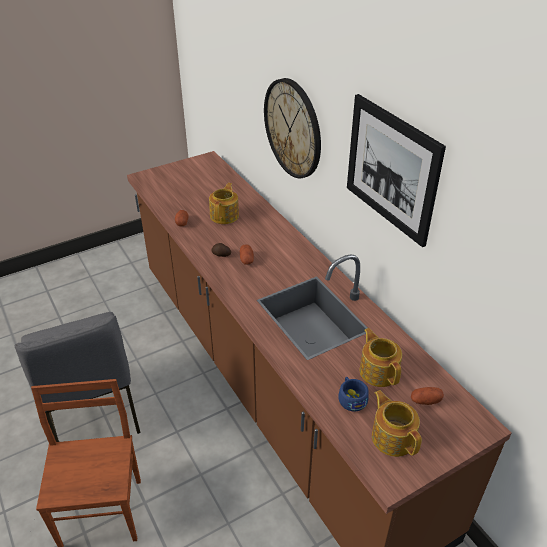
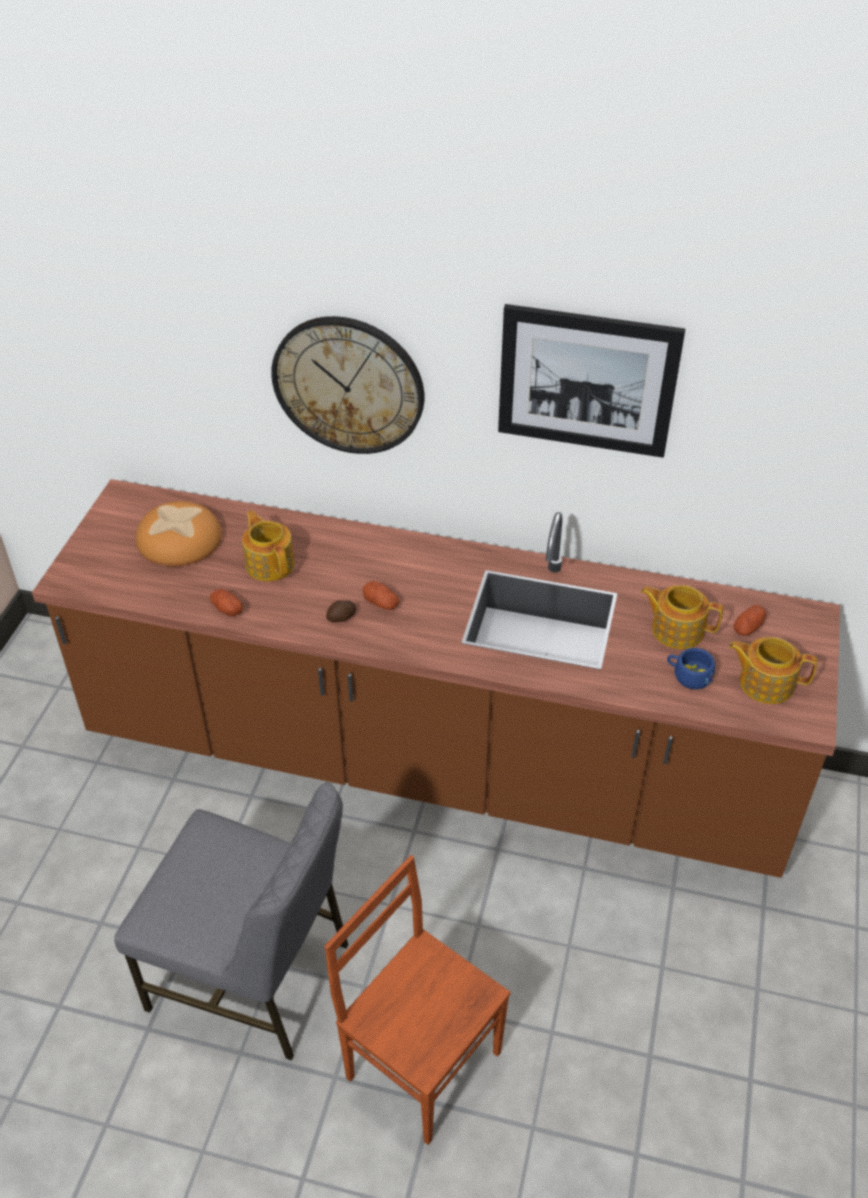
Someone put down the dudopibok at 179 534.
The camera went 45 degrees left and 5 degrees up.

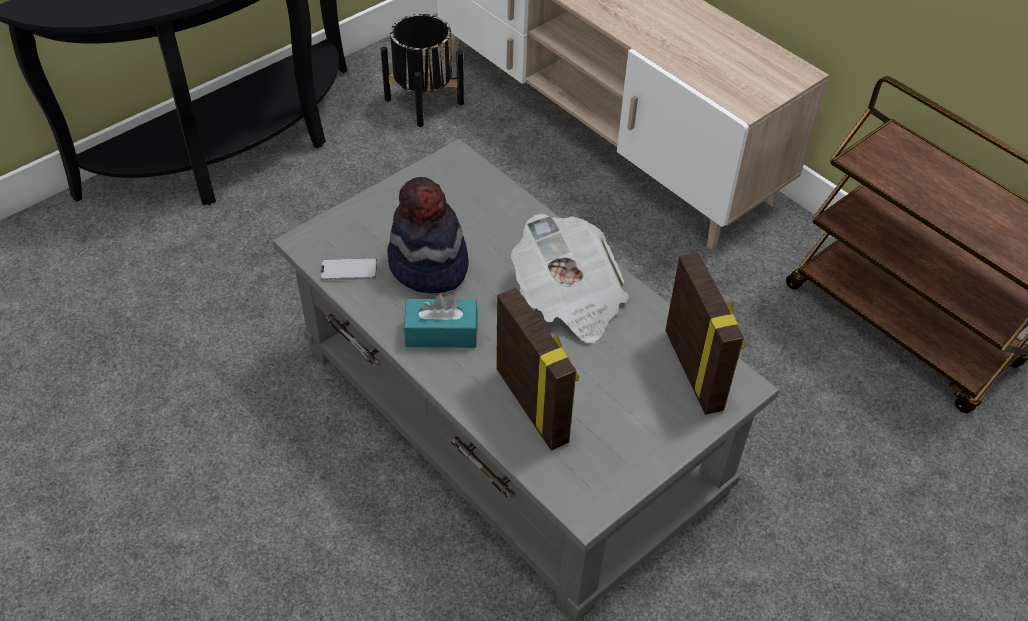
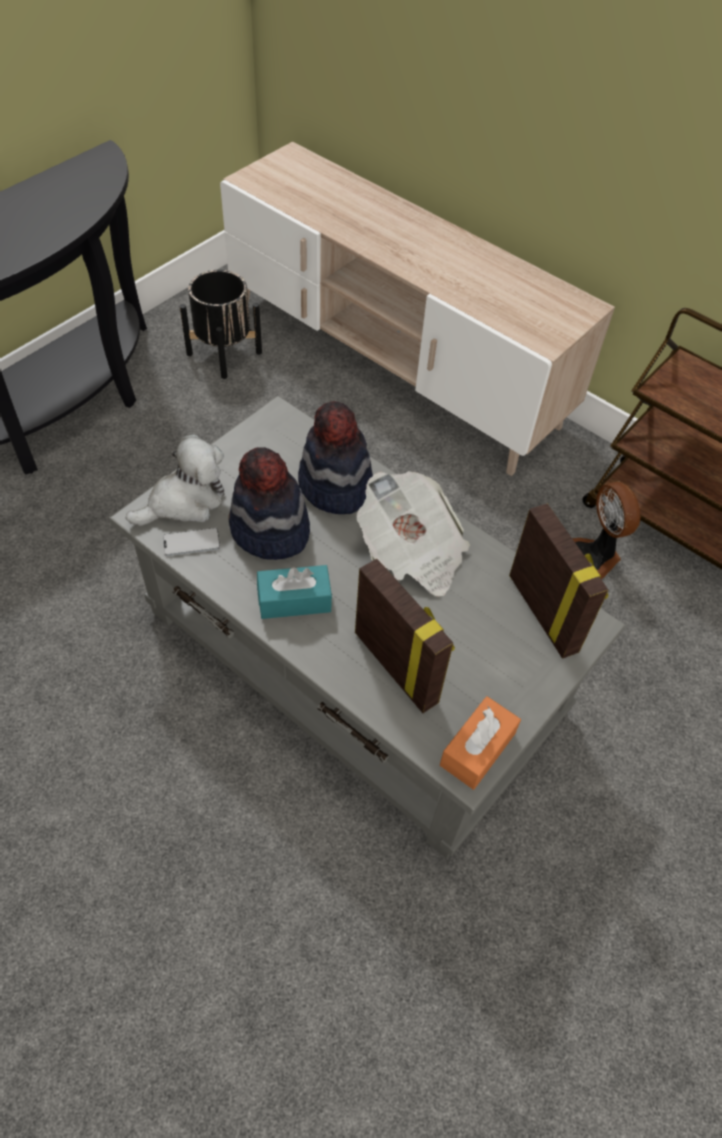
Someone put down the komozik at 175 480.
Someone put down the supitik at 335 457.
Someone put down the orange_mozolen at 480 743.
Someone put down the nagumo at 606 530.
The camera went 10 degrees left and 5 degrees up.

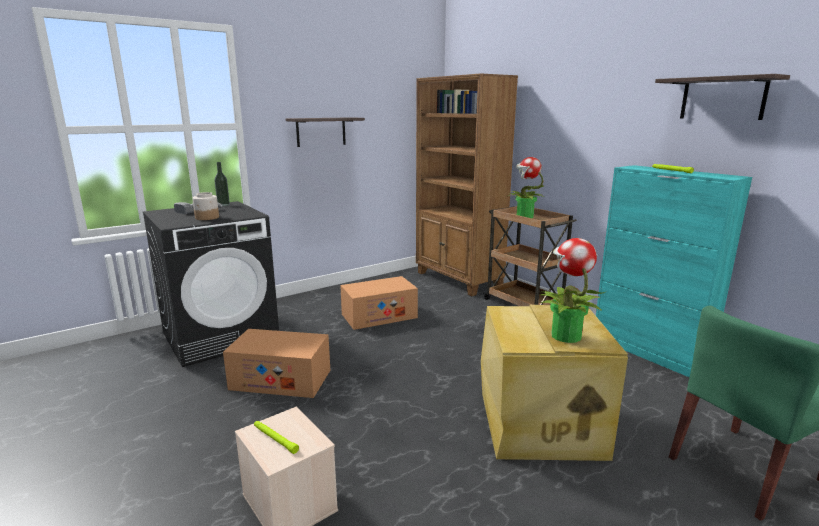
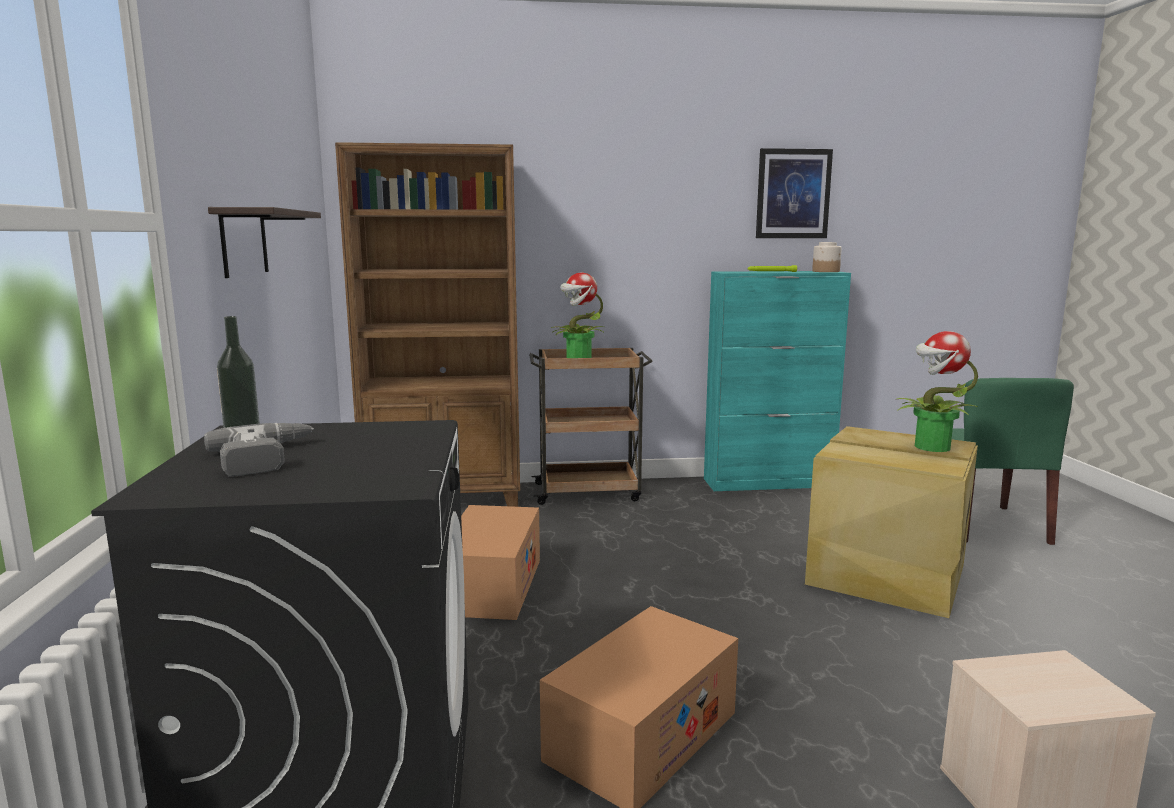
Someone swapped the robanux at 722 97 for the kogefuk at 794 193.
Someone carried the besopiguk from 205 206 to 827 257.
Someone took away the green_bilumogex at 276 437.
The camera went 60 degrees left and 5 degrees down.

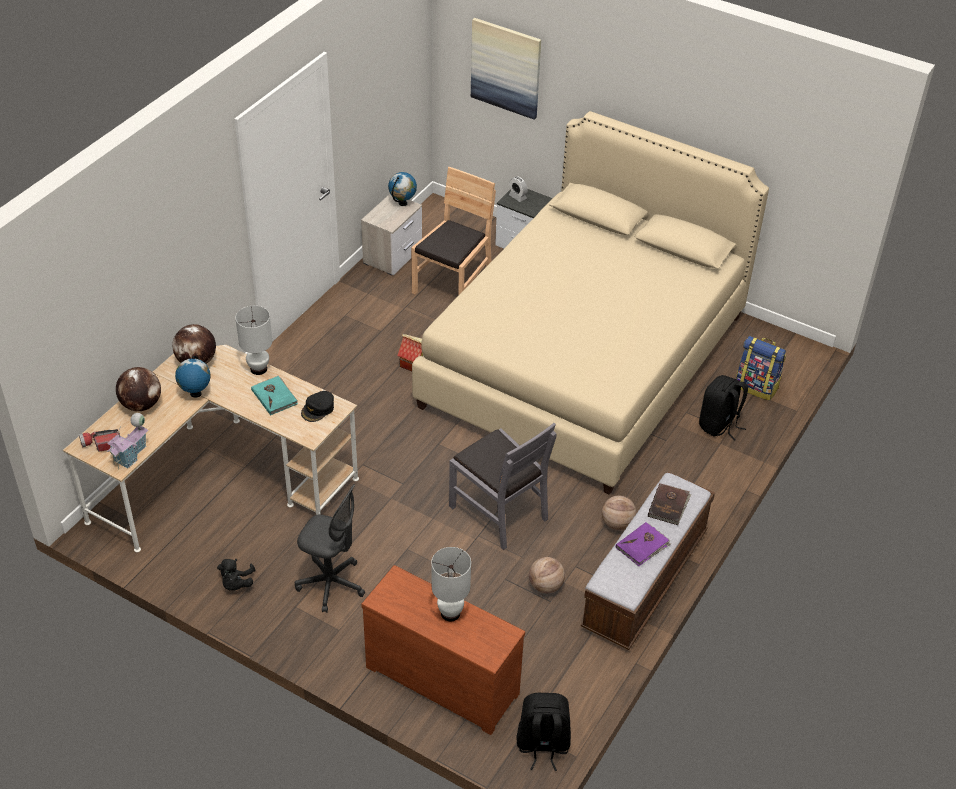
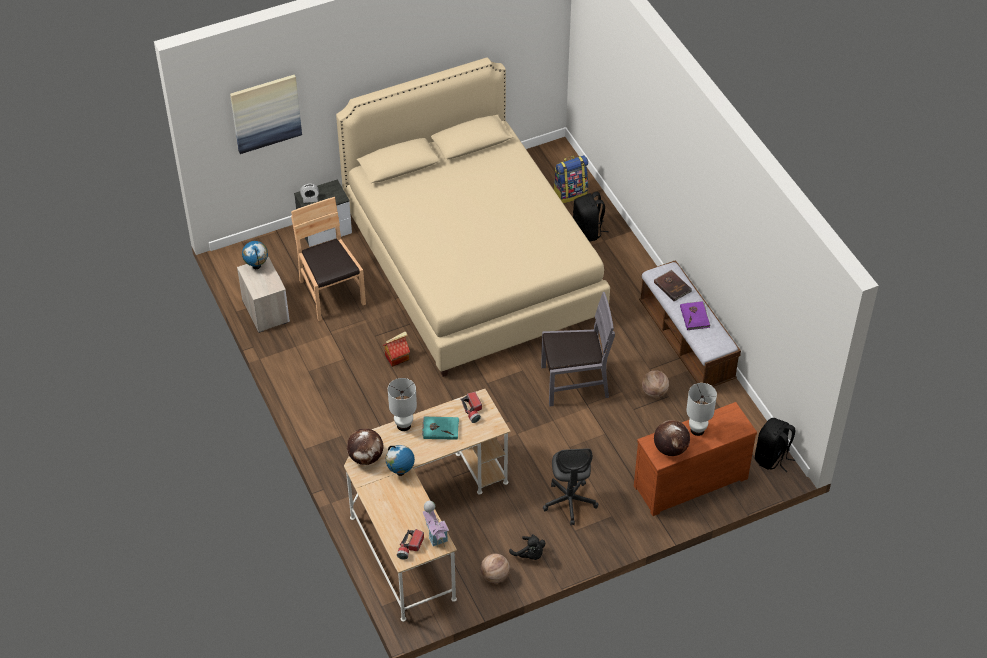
Someone swapped the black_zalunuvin at 317 406 for the bilumogex at 471 407.
Someone carried the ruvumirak from 619 513 to 495 568.
Someone rotated the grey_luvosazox at 330 548 by 120 degrees clockwise.
Someone carried the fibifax from 138 389 to 672 438.
The camera went 55 degrees left and 5 degrees up.

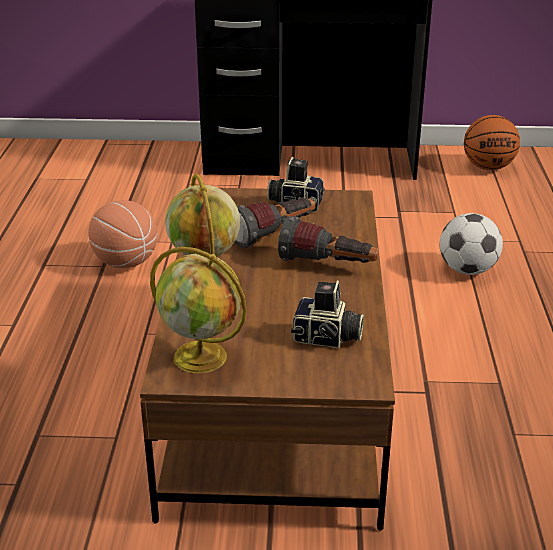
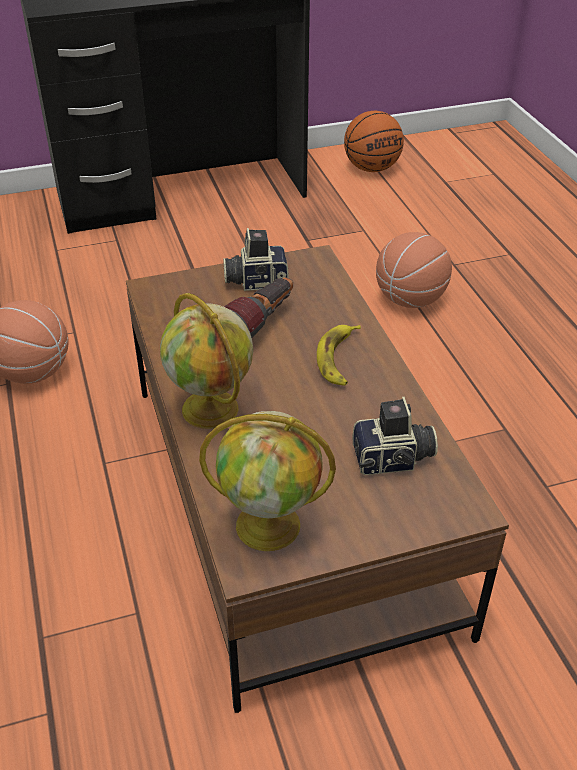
Someone swapped the bilumogex at 328 239 for the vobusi at 339 355.
Someone swapped the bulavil at 471 244 for the ruvumirak at 414 270.
The camera went 20 degrees left and 10 degrees up.

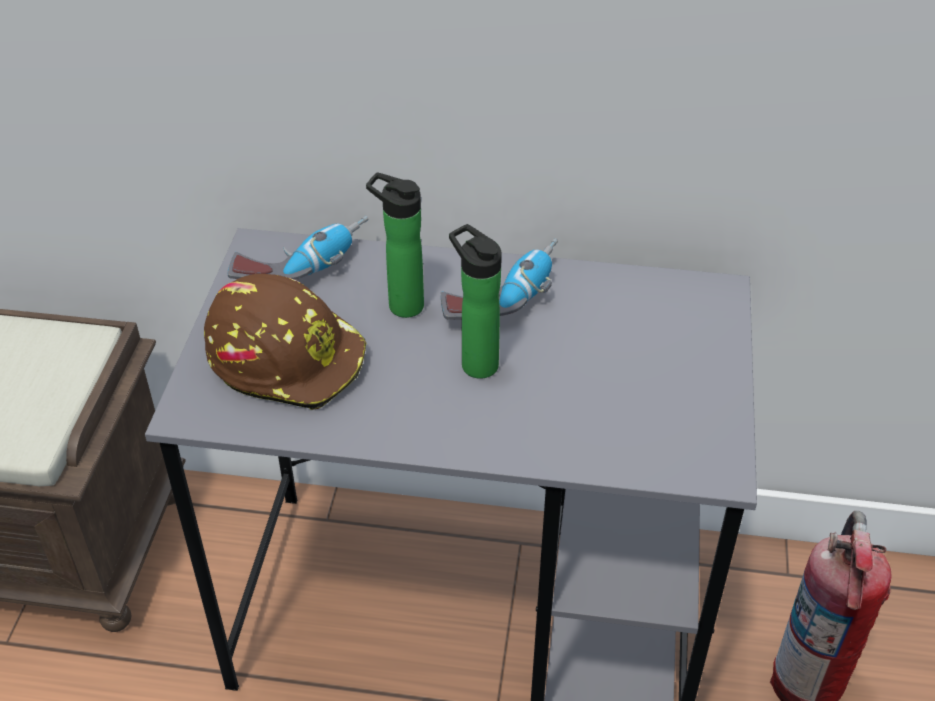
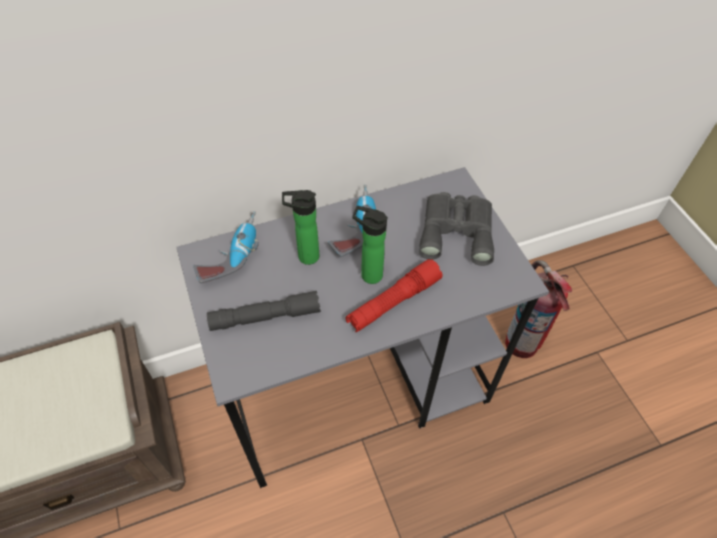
Someone swapped the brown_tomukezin at 285 342 for the grey_bilumogex at 264 311.
Someone put down the red_bilumogex at 393 295.
Someone put down the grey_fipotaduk at 456 229.
The camera went 30 degrees left and 10 degrees up.

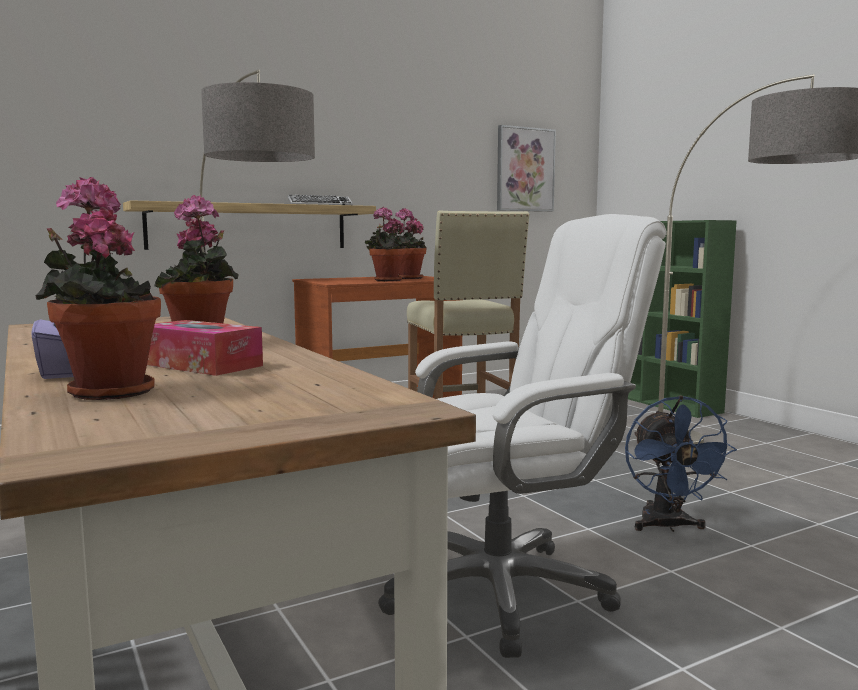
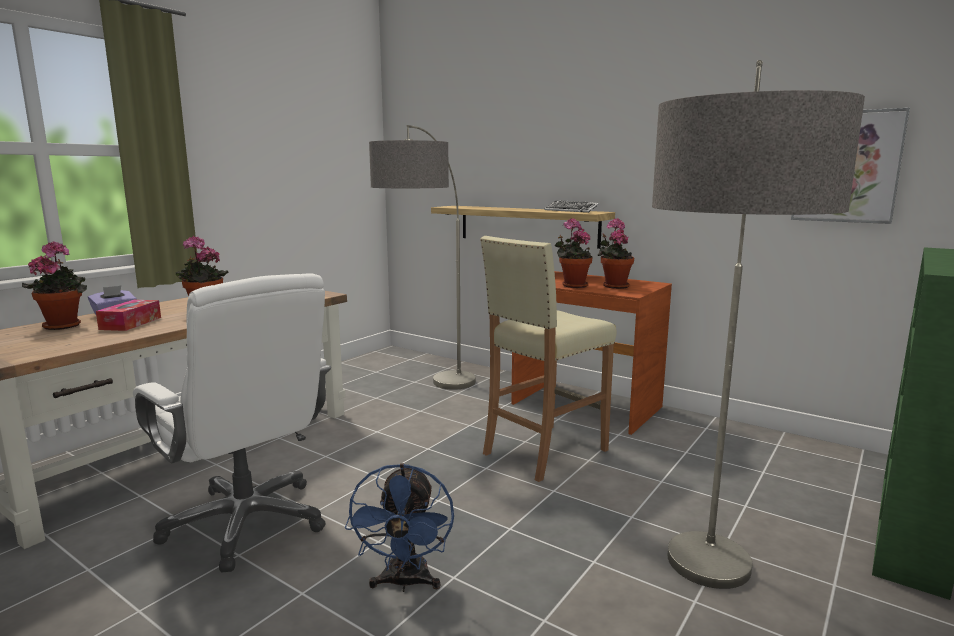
Someone rotated the blue_nagumo at 681 464 by 60 degrees counterclockwise.
The camera went 65 degrees right and 5 degrees up.

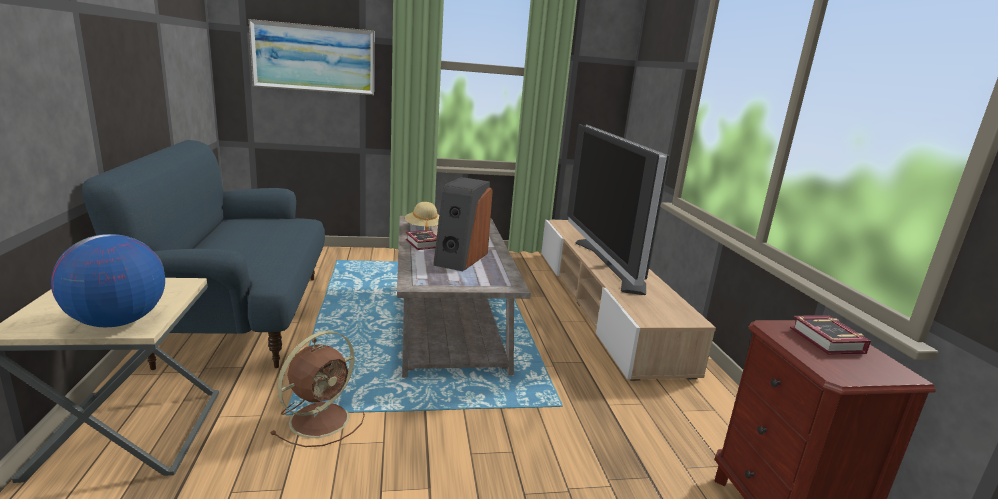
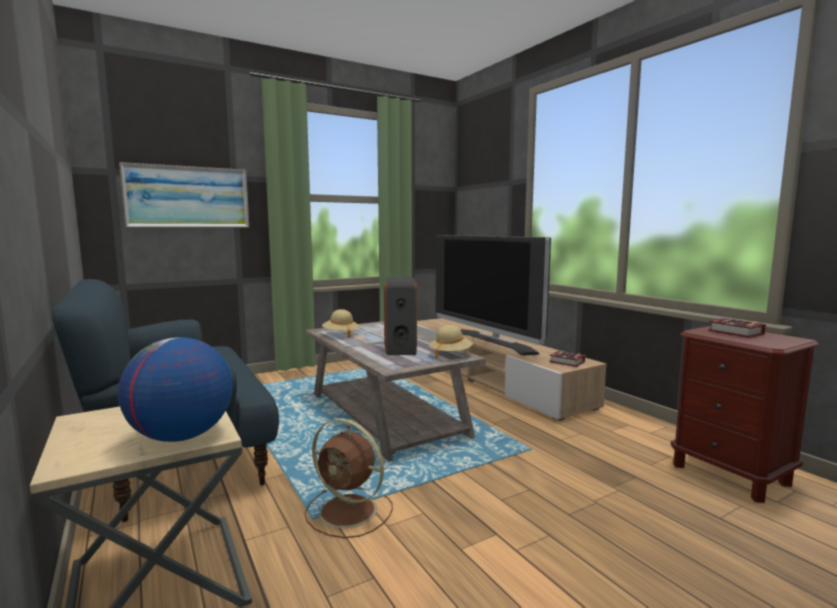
Someone rotated the brown_nagumo at 317 389 by 105 degrees clockwise.
Someone put down the beige_supitik at 451 342.
Someone carried the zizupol from 421 240 to 567 359.
The camera went 20 degrees left and 10 degrees down.

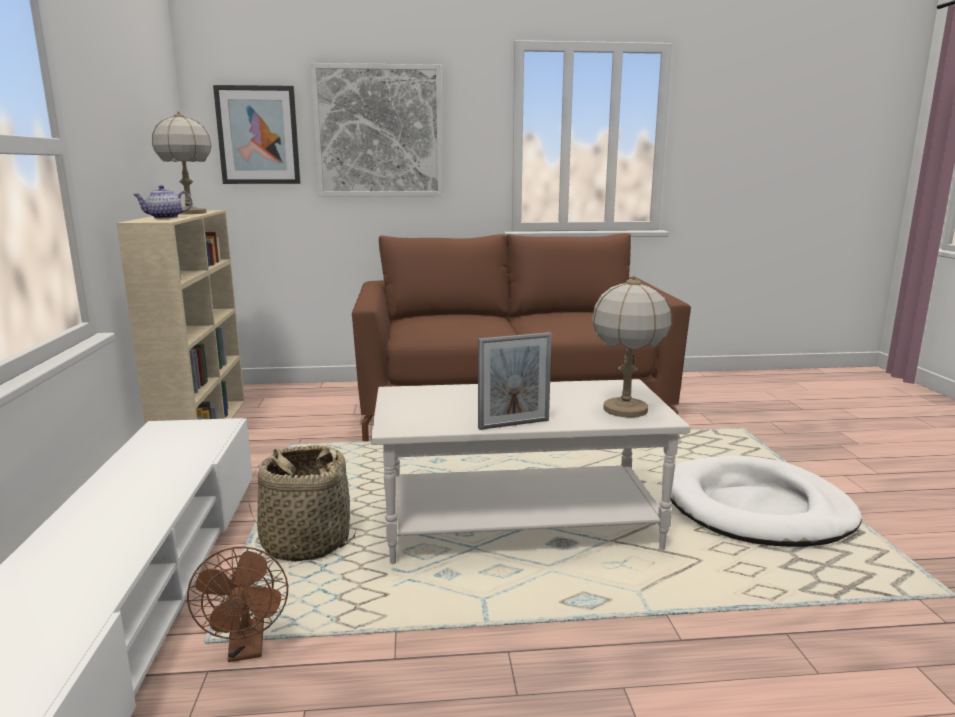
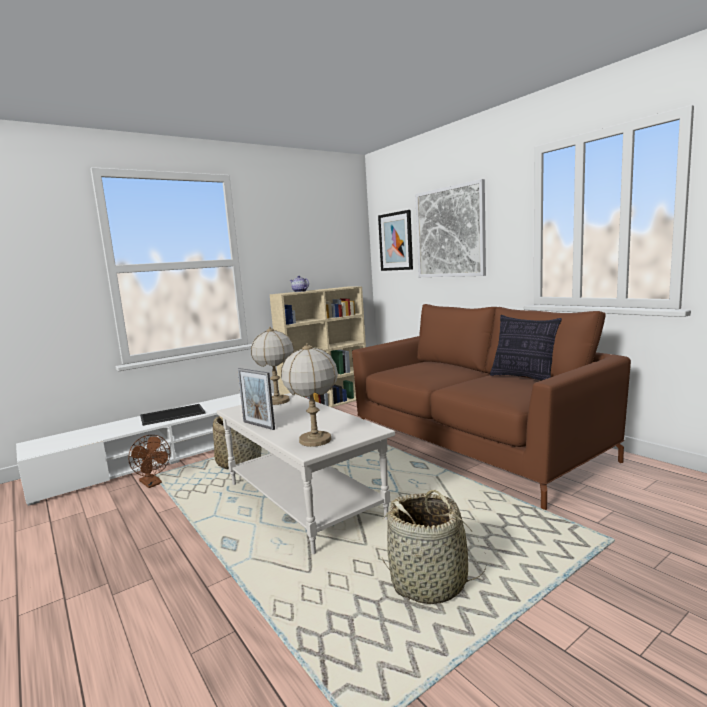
Someone rotated the brown_nagumo at 237 604 by 90 degrees counterclockwise.
Someone put down the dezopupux at 173 415.
Someone carried the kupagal from 182 162 to 272 366.
Someone swapped the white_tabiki at 766 501 for the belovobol at 434 547.
Someone put down the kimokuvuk at 526 347.
The camera went 60 degrees right and 5 degrees down.

